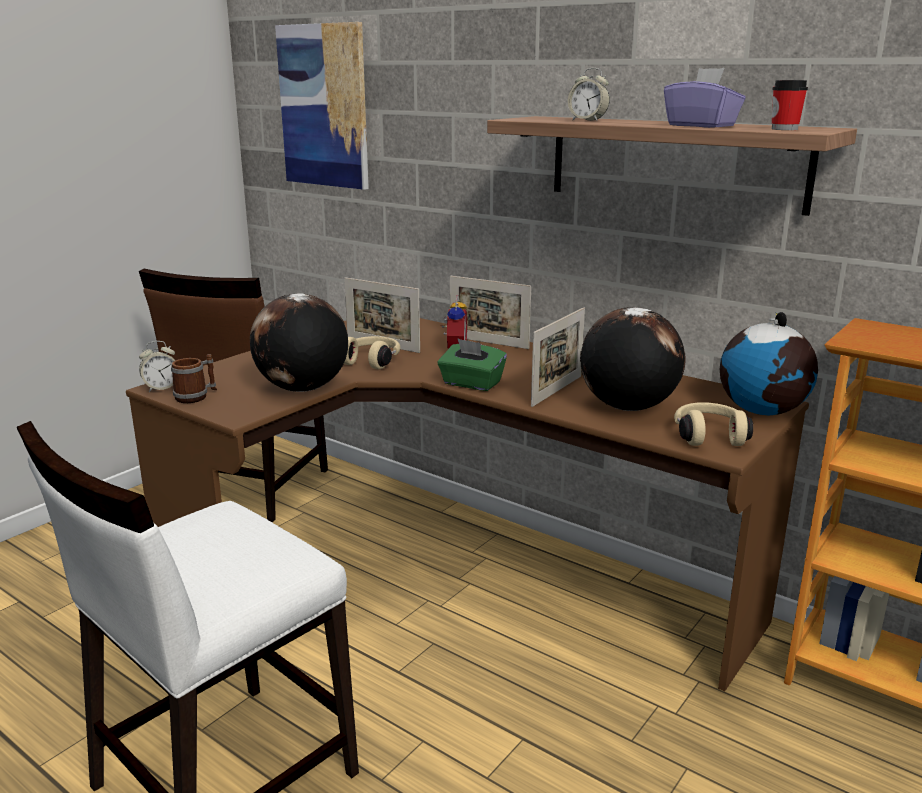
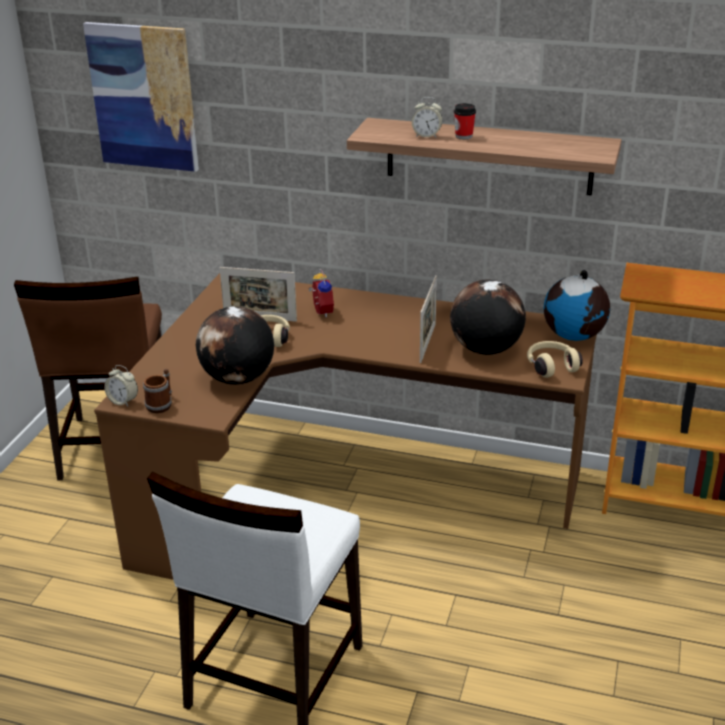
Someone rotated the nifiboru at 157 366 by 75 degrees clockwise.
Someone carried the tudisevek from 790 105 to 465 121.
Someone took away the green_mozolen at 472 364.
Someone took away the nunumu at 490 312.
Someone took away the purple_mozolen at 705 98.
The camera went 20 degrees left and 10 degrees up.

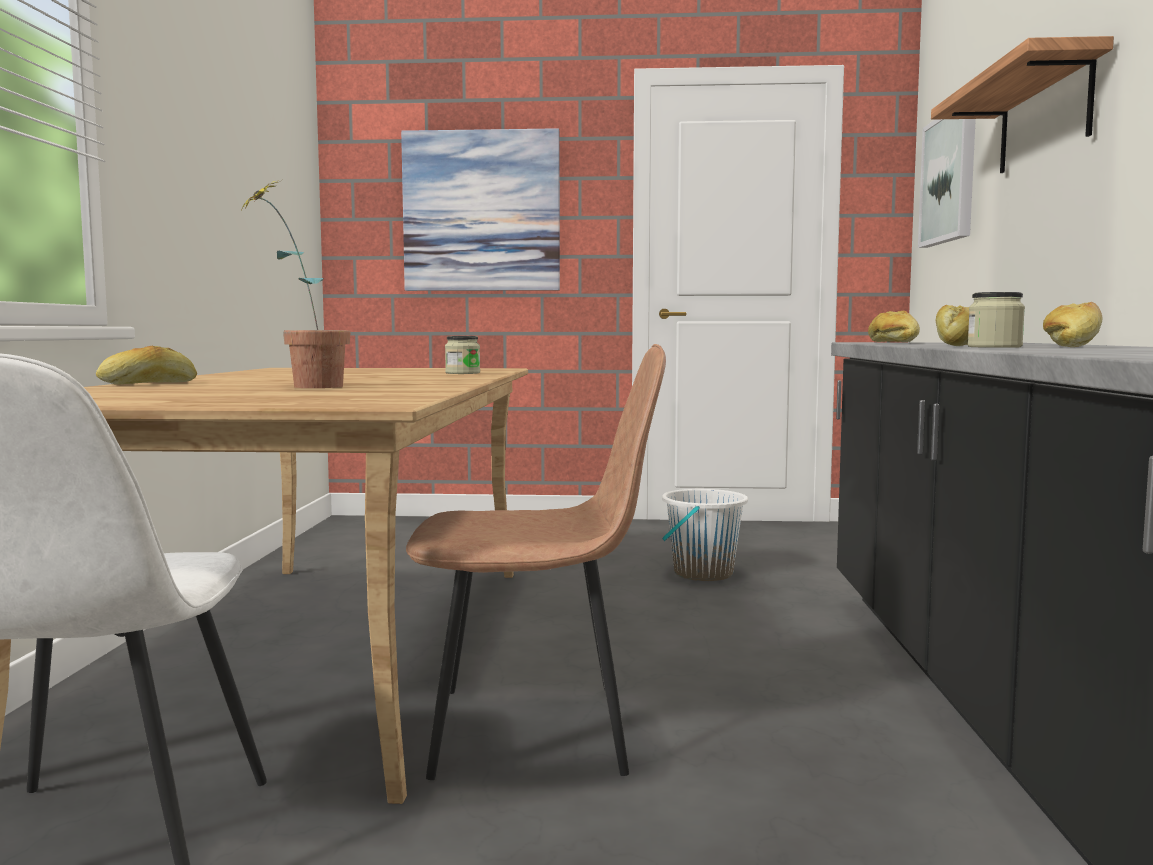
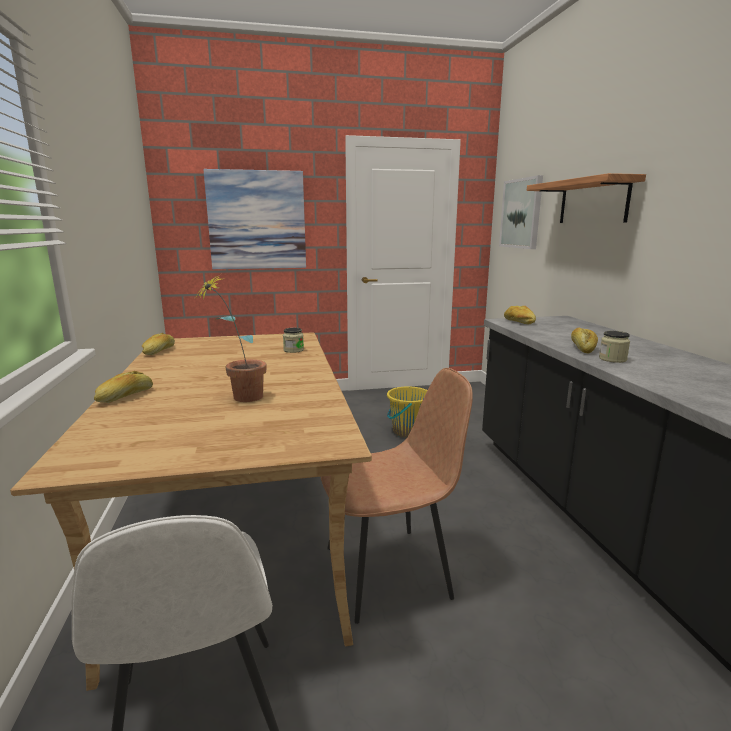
Someone carried the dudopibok from 1072 324 to 158 344.
Someone repainted the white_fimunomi at 705 535, which became the yellow_fimunomi at 407 412.
The camera went 15 degrees left and 10 degrees up.

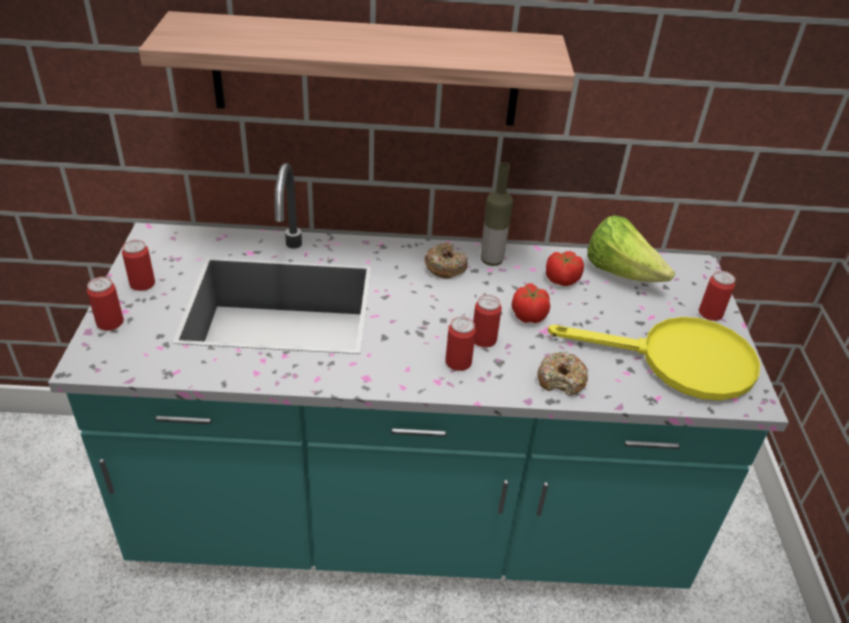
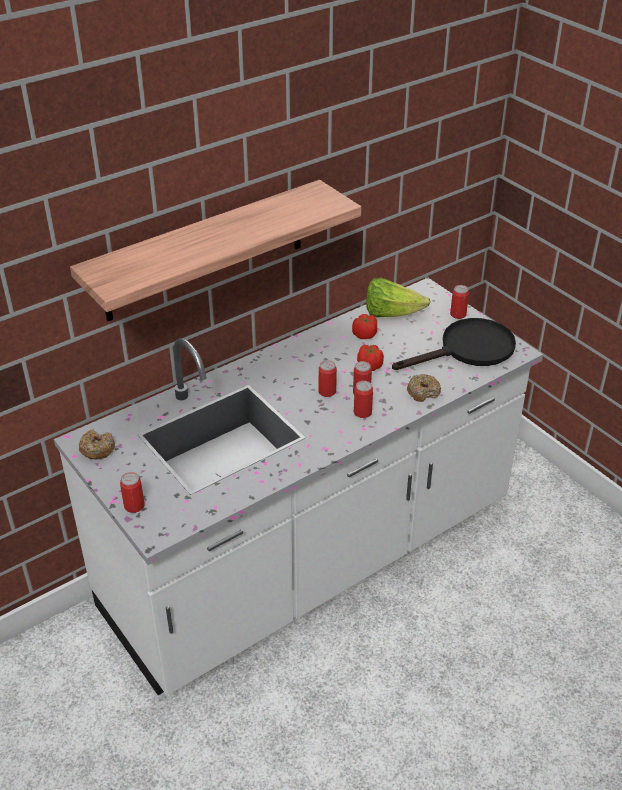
Someone repainted the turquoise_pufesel at 418 376, which became the white_pufesel at 298 487.
Someone carried the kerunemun from 446 261 to 96 444.
Someone carried the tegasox from 138 265 to 327 378.
Someone repainted the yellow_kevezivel at 654 358, which became the black_kevezivel at 454 344.
Someone took away the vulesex at 497 214.
The camera went 35 degrees left and 0 degrees up.

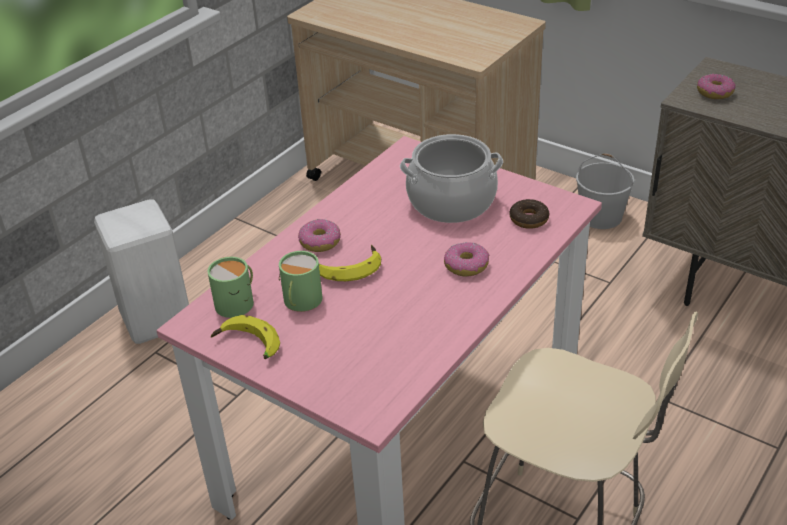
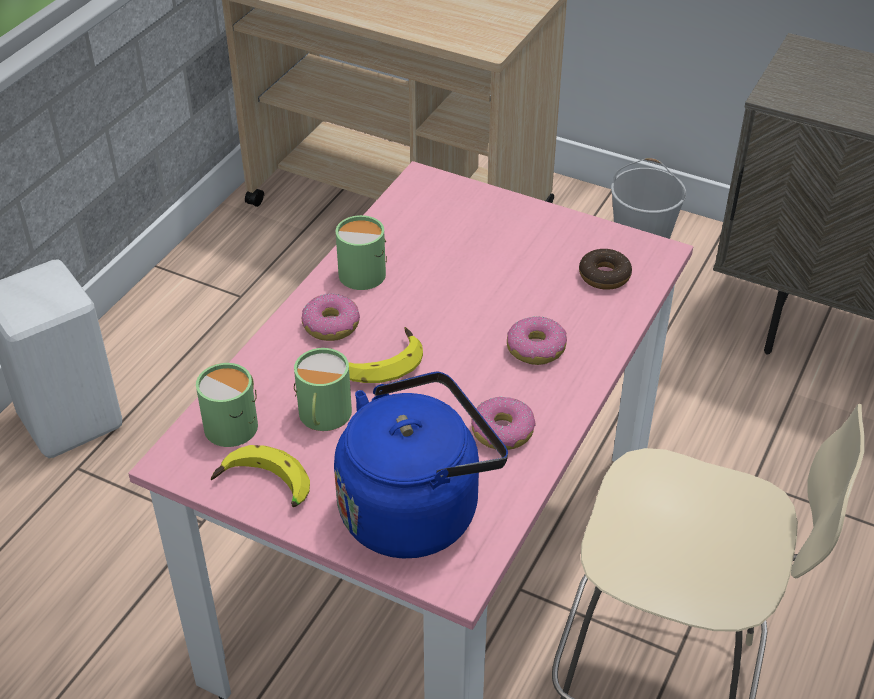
Someone put down the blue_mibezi at 421 464.
Someone put down the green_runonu at 361 252.
Someone carried the kerunemun from 716 86 to 503 423.
Someone took away the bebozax at 451 178.
The camera went 10 degrees left and 5 degrees up.

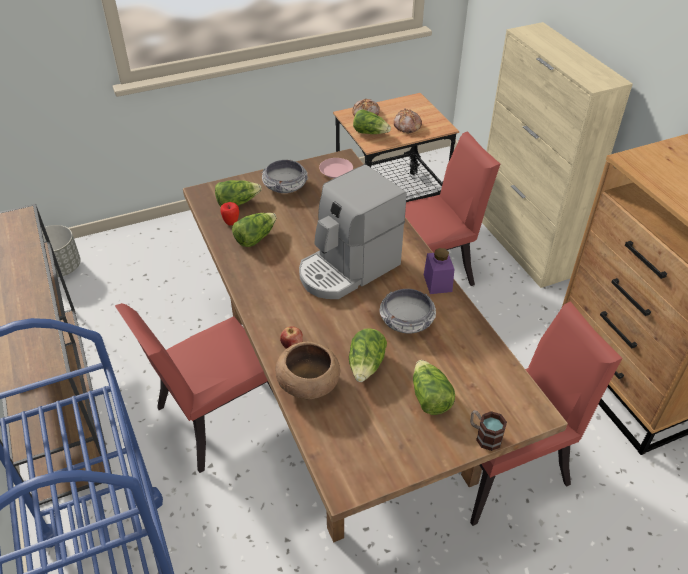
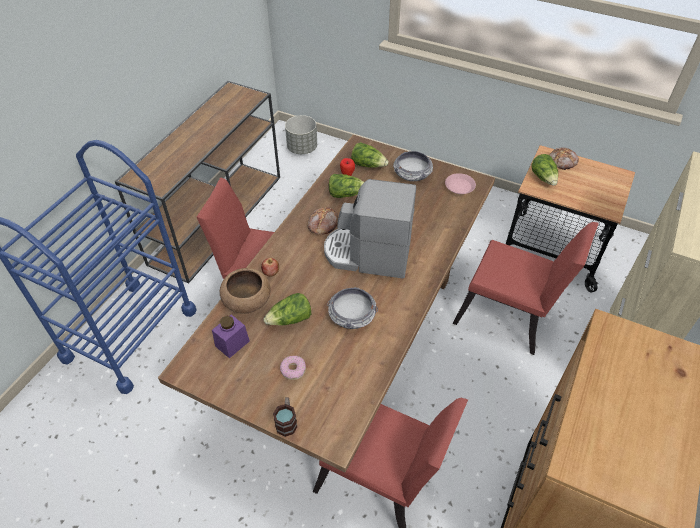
Someone carried the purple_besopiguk from 439 271 to 231 336.
Someone swapped the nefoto at 434 387 for the kerunemun at 293 368.
Someone carried the dudopibok from 408 120 to 323 221.
The camera went 50 degrees right and 5 degrees up.

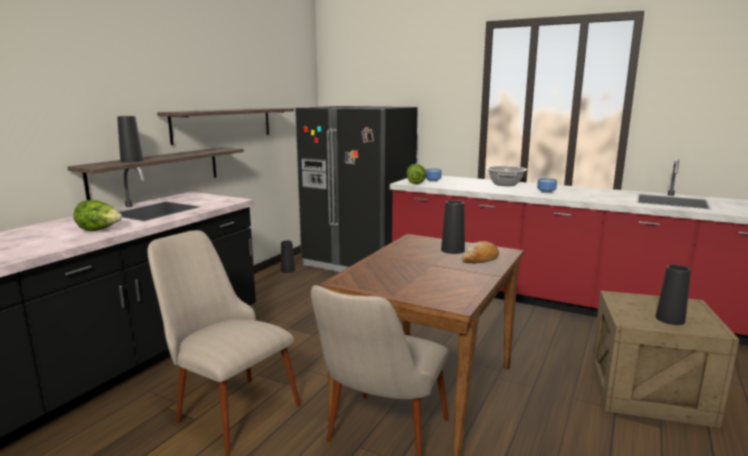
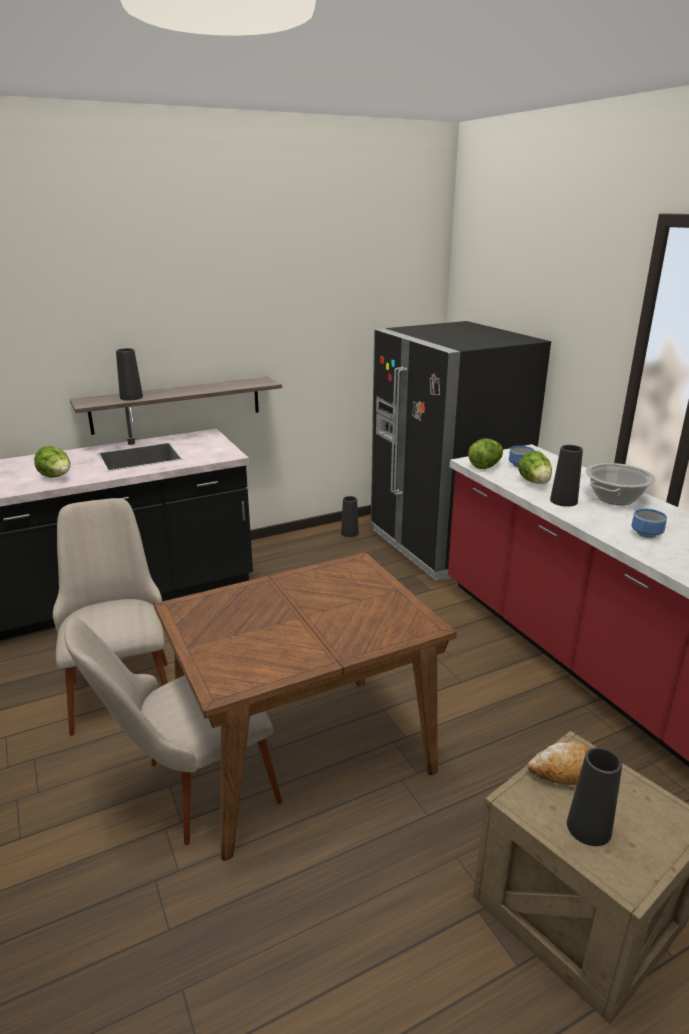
Someone put down the nefoto at 535 467.
Someone carried the dudopibok from 480 252 to 558 763.
Someone carried the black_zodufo from 453 227 to 566 476.
Someone took away the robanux at 225 126.
The camera went 35 degrees right and 10 degrees up.

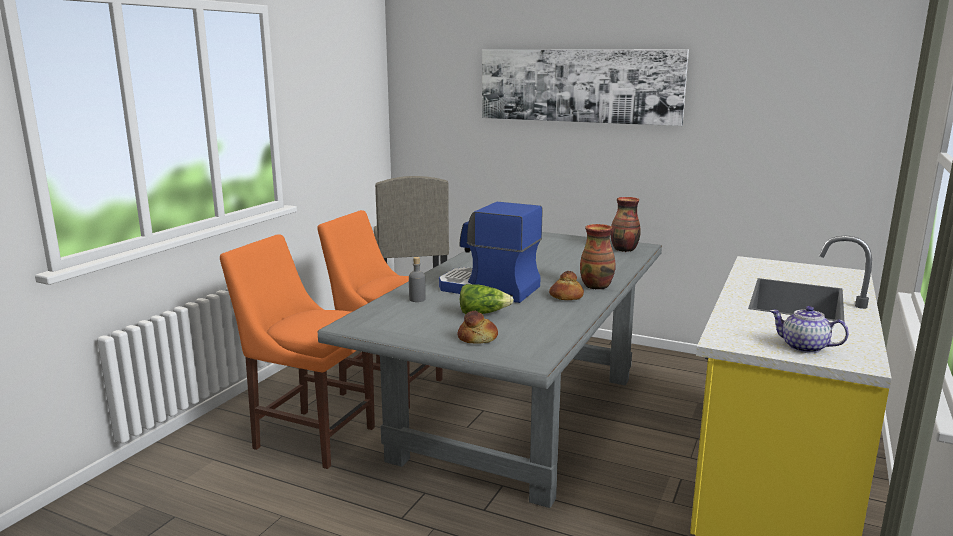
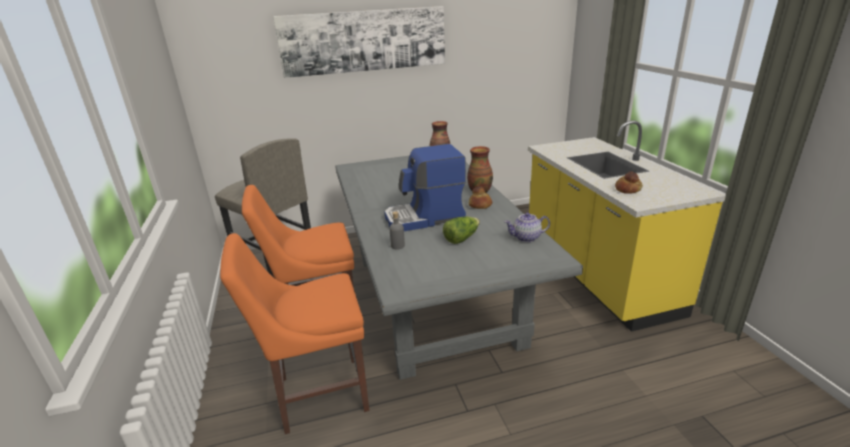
Someone carried the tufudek from 809 329 to 527 227.
Someone carried the dudopibok from 478 327 to 629 182.
The camera went 40 degrees left and 10 degrees up.

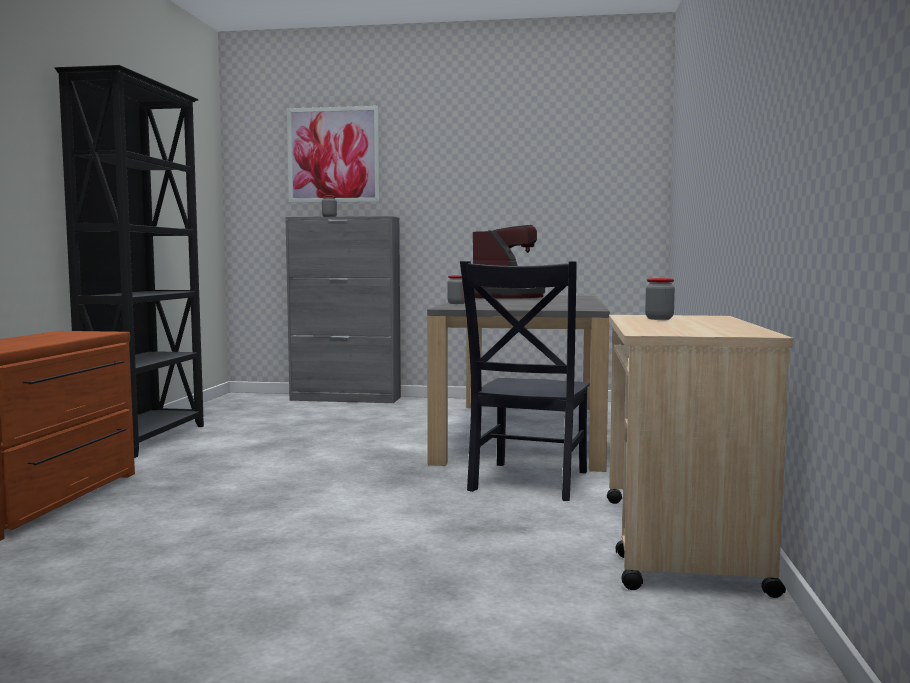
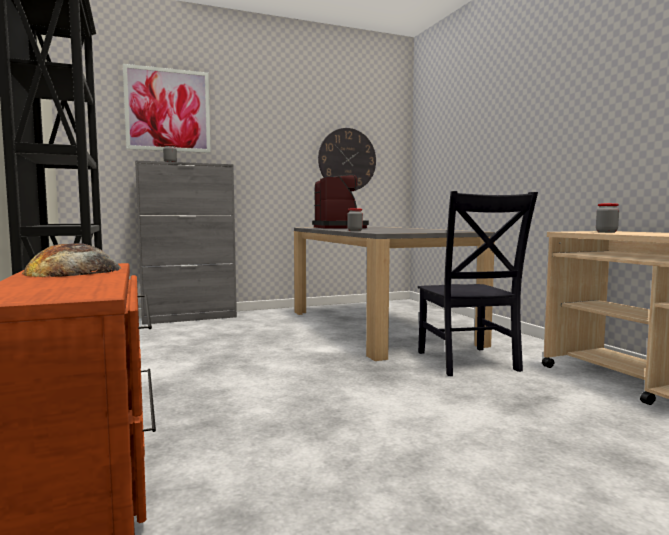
Someone put down the dudopibok at 71 260.
Someone put up the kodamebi at 347 159.
The camera went 30 degrees left and 0 degrees up.

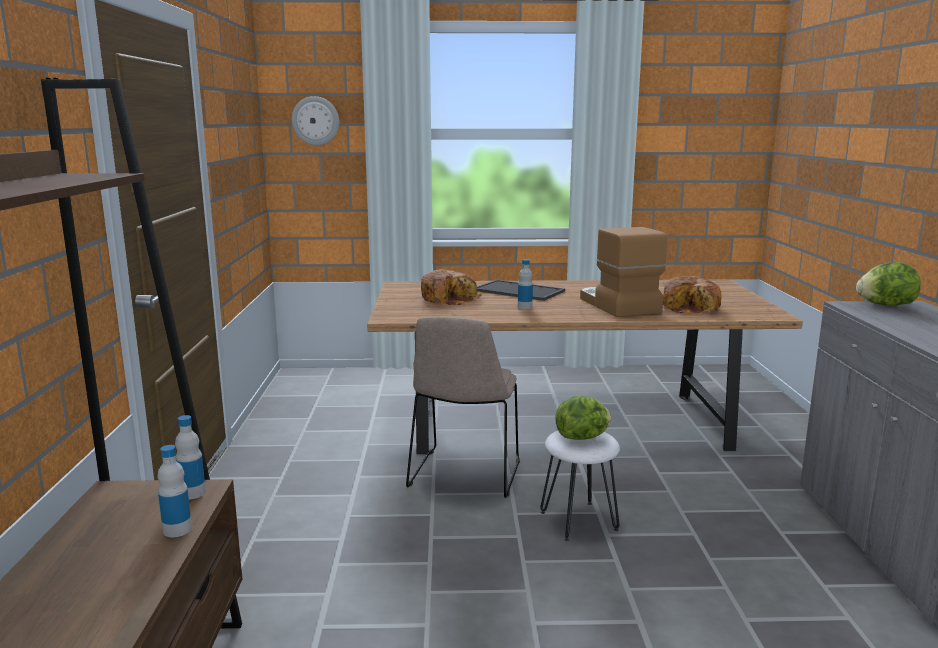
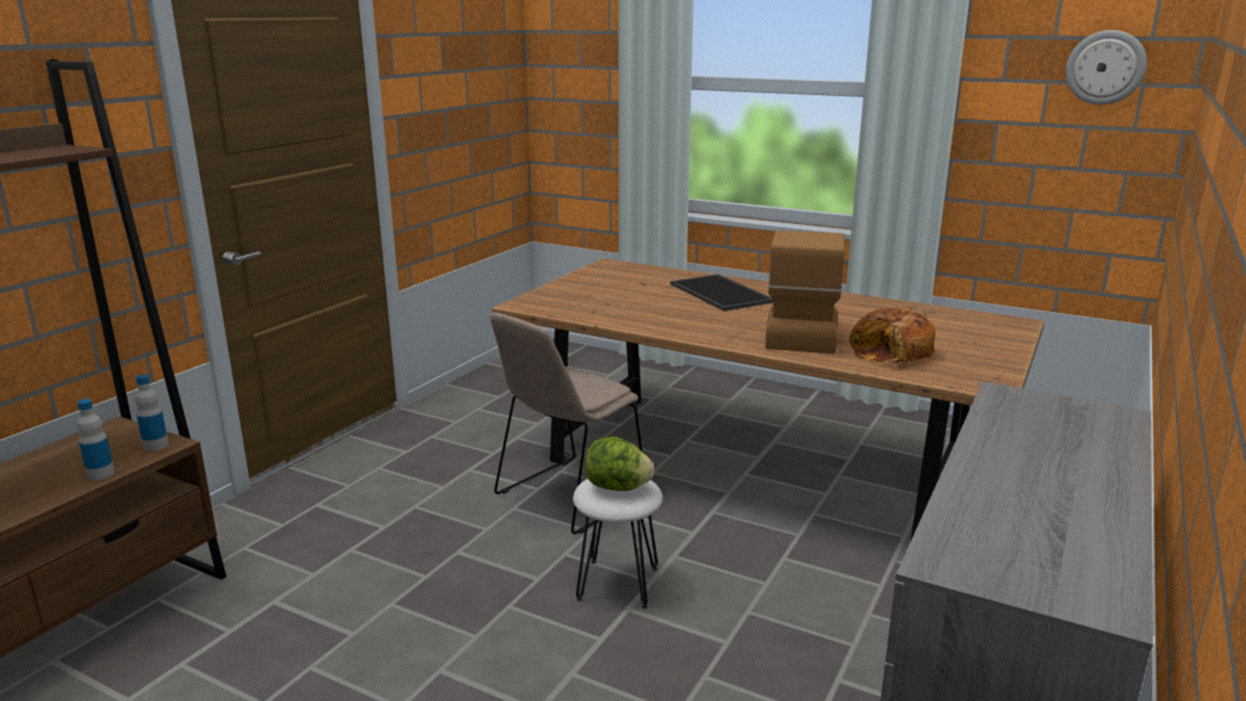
Someone carried the kodamebi from 315 120 to 1106 67.
Someone took away the dudopibok at 451 287.
Someone took away the vulesex at 525 284.
Someone took away the nefoto at 888 283.
The camera went 30 degrees right and 5 degrees up.

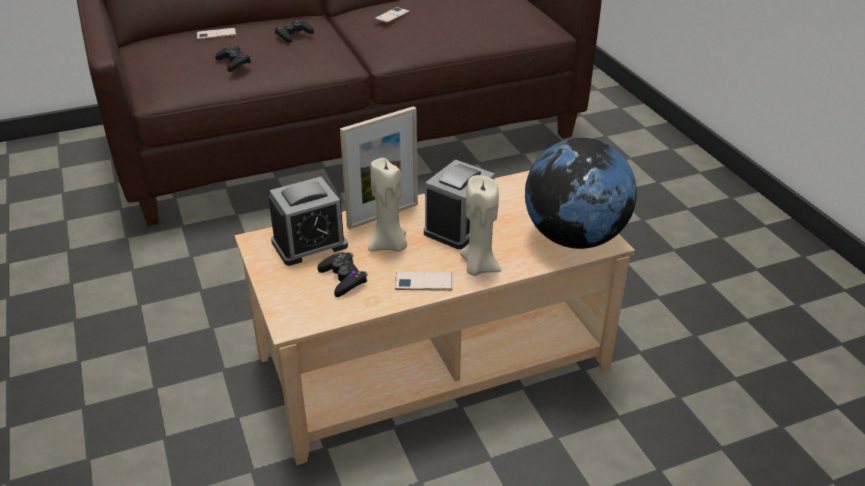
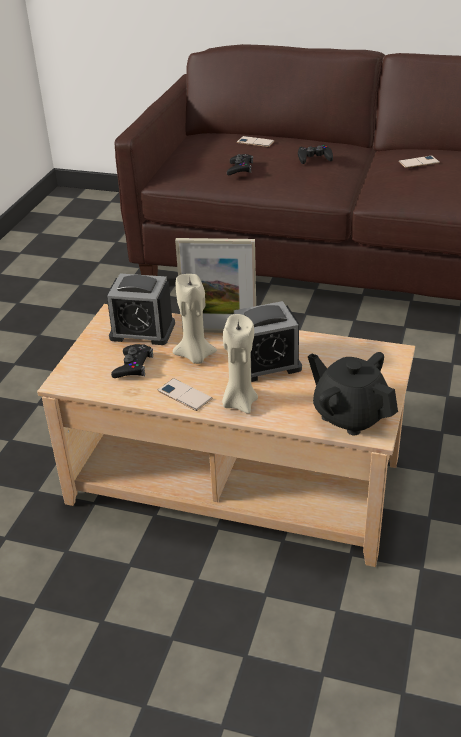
Someone swapped the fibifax at 581 193 for the black_tufudek at 353 393.
The camera went 40 degrees right and 0 degrees up.

